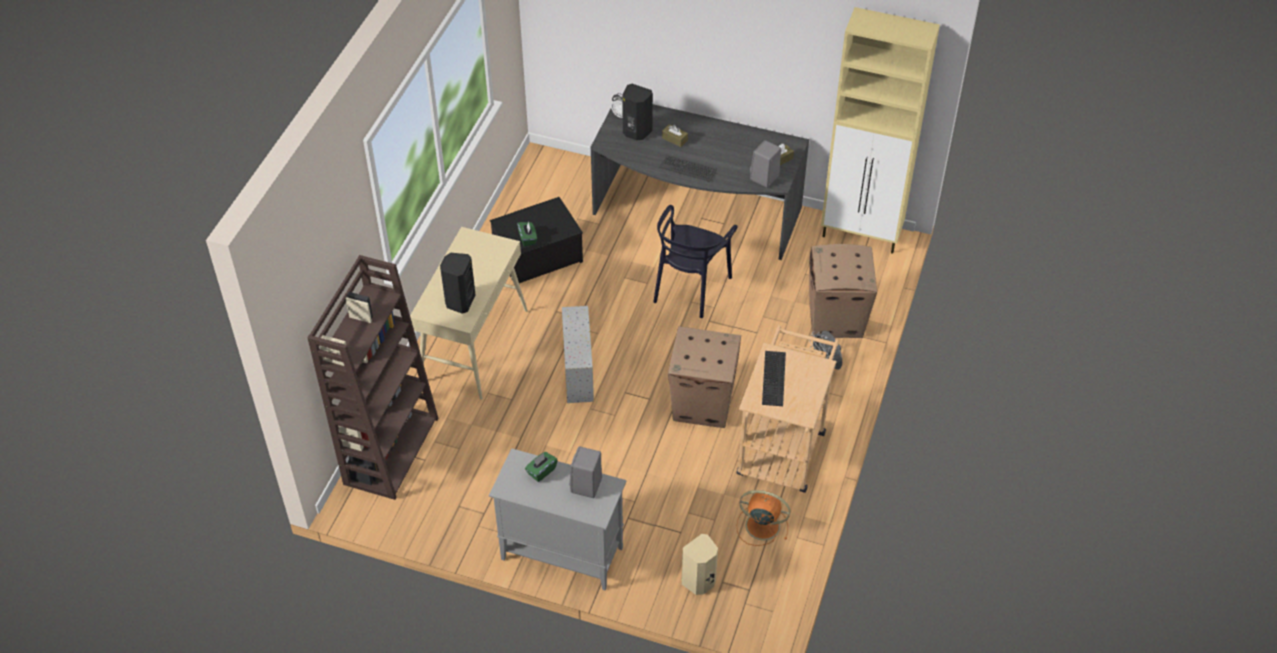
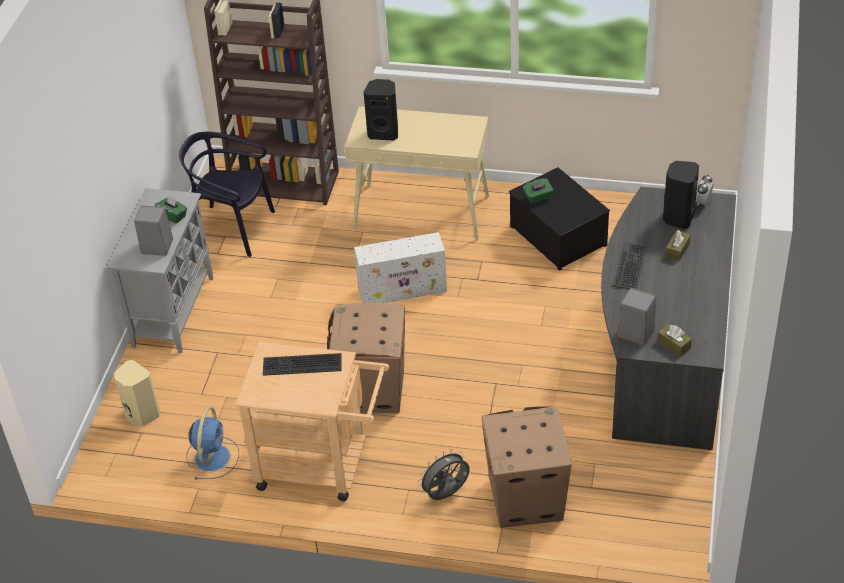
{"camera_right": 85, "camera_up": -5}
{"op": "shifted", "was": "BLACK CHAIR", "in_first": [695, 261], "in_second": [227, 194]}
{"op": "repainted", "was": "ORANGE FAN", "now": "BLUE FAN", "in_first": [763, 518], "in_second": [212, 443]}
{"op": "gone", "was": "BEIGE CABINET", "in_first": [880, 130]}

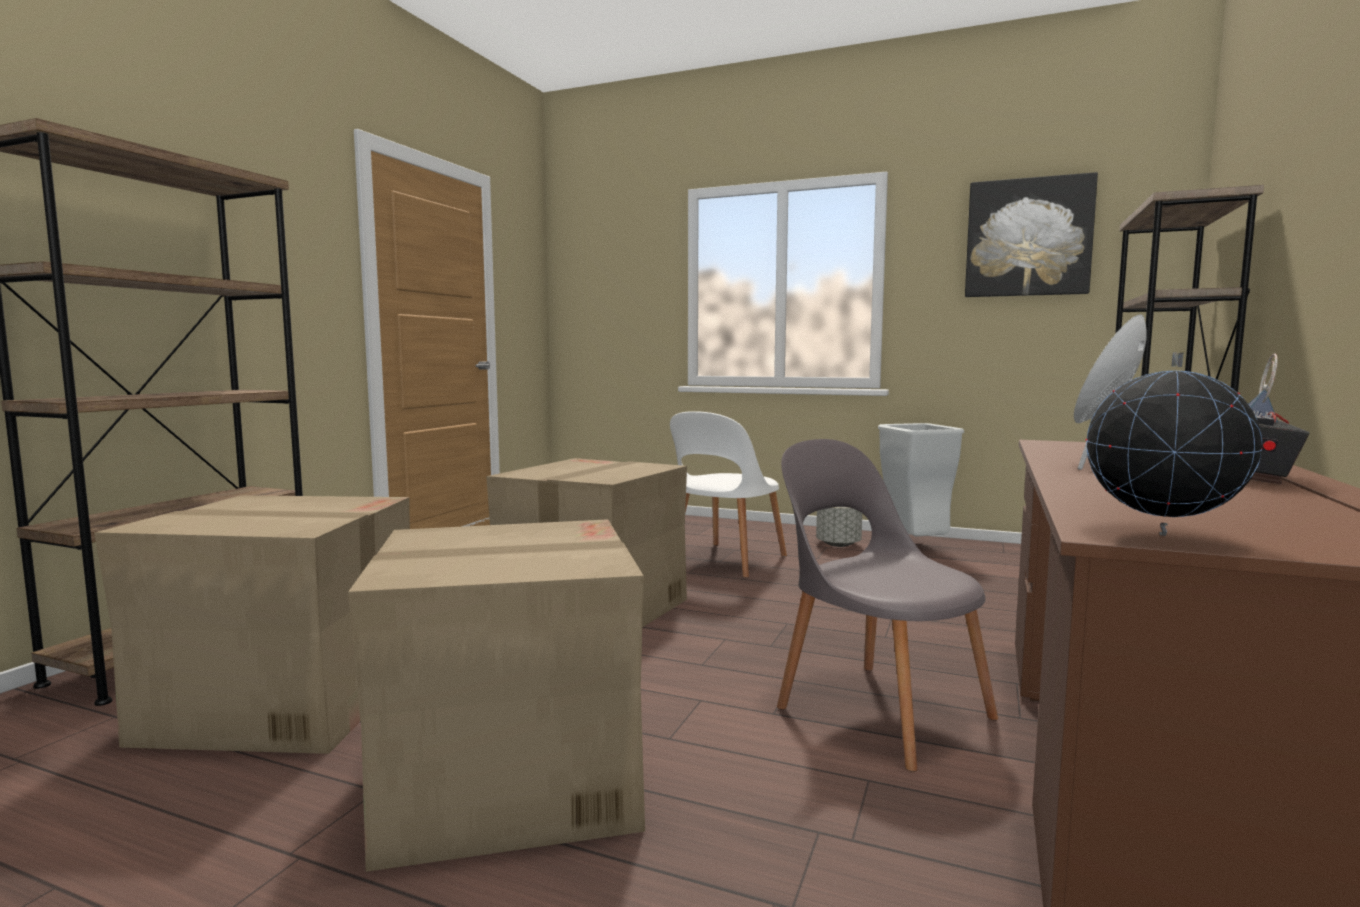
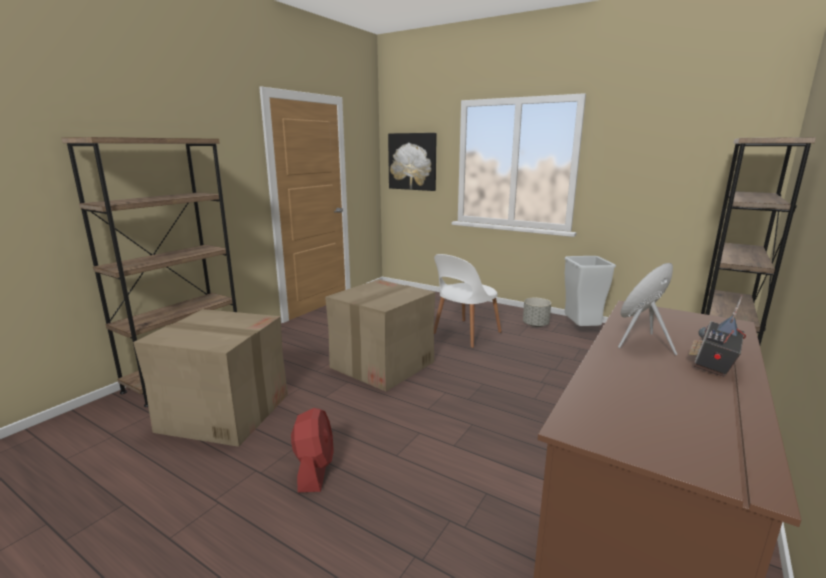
{"camera_right": 10, "camera_up": 10}
{"op": "swapped", "was": "CARDBOARD BOX", "now": "RED FAN", "in_first": [496, 695], "in_second": [312, 450]}
{"op": "gone", "was": "GREY CHAIR", "in_first": [887, 605]}
{"op": "shifted", "was": "PICTURE", "in_first": [1031, 234], "in_second": [412, 162]}
{"op": "gone", "was": "GLOBE", "in_first": [1174, 444]}

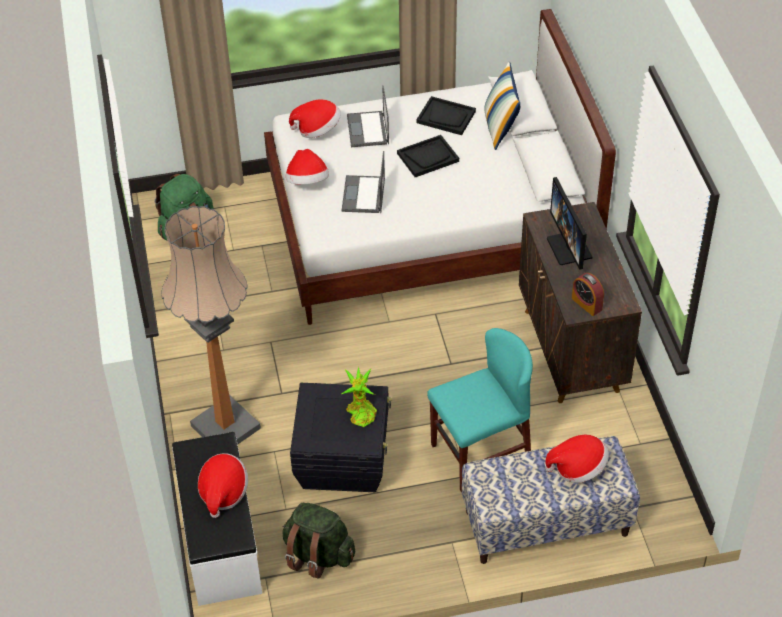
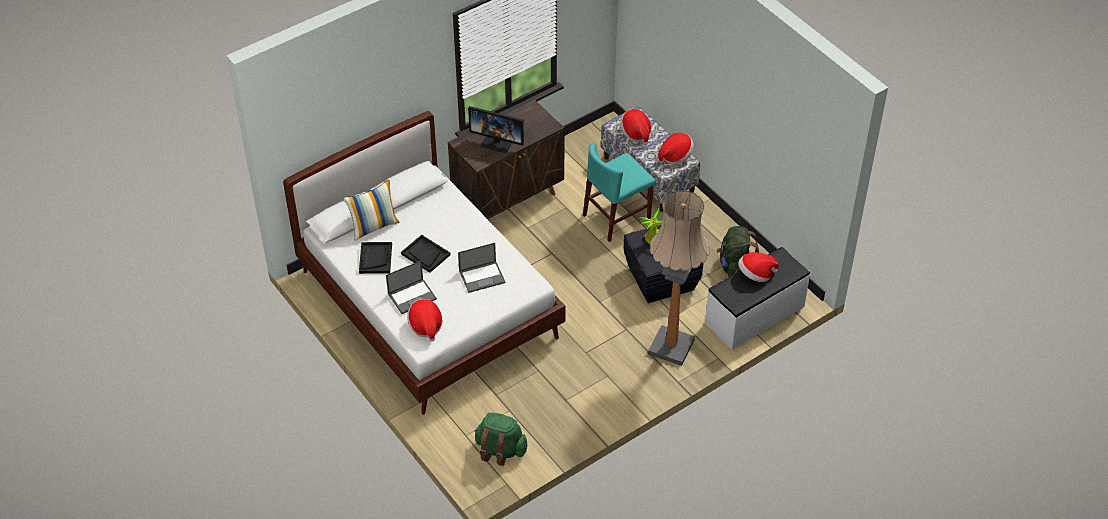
{"camera_right": -115, "camera_up": 0}
{"op": "shifted", "was": "HAT", "in_first": [307, 167], "in_second": [676, 149]}
{"op": "rotated", "was": "TURQUOISE CHAIR", "in_first": [480, 410], "in_second": [619, 192], "clockwise": -75}
{"op": "rotated", "was": "MONITOR", "in_first": [570, 223], "in_second": [496, 129], "clockwise": 60}
{"op": "gone", "was": "ALARM CLOCK", "in_first": [588, 294]}

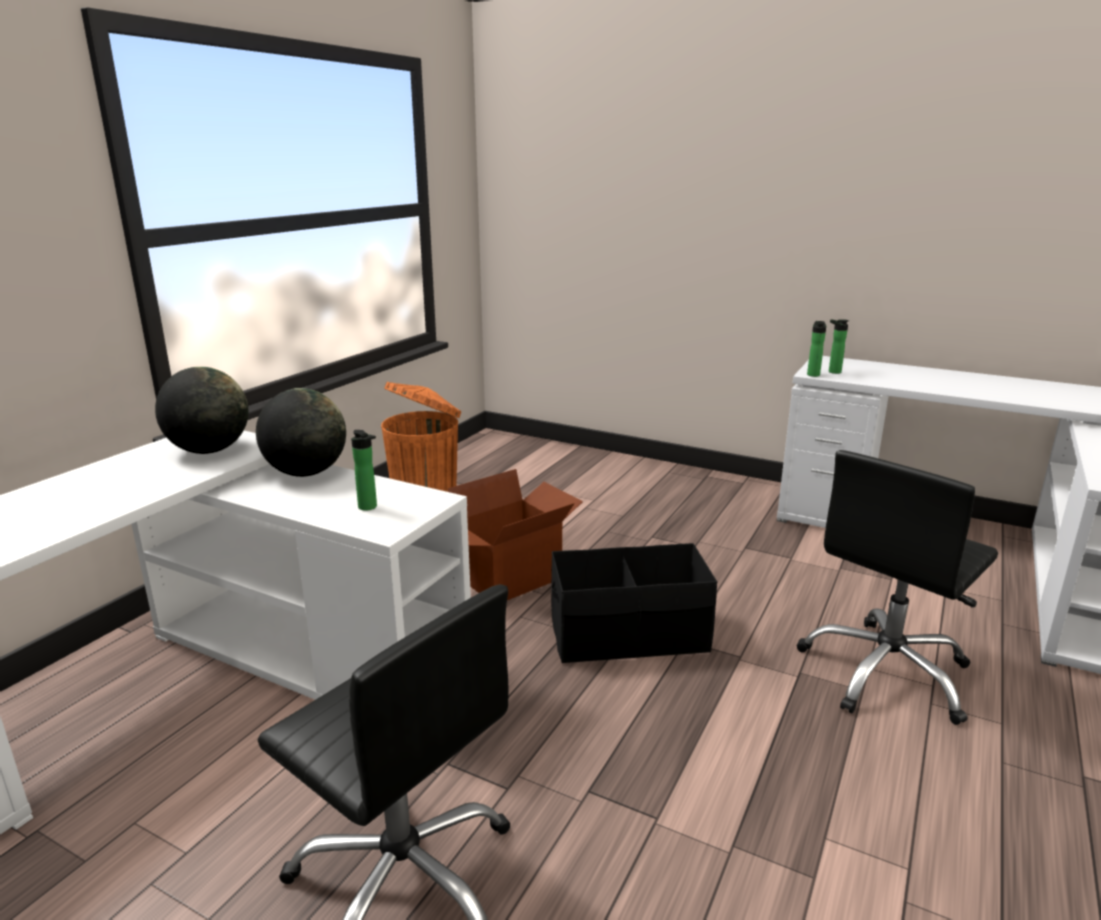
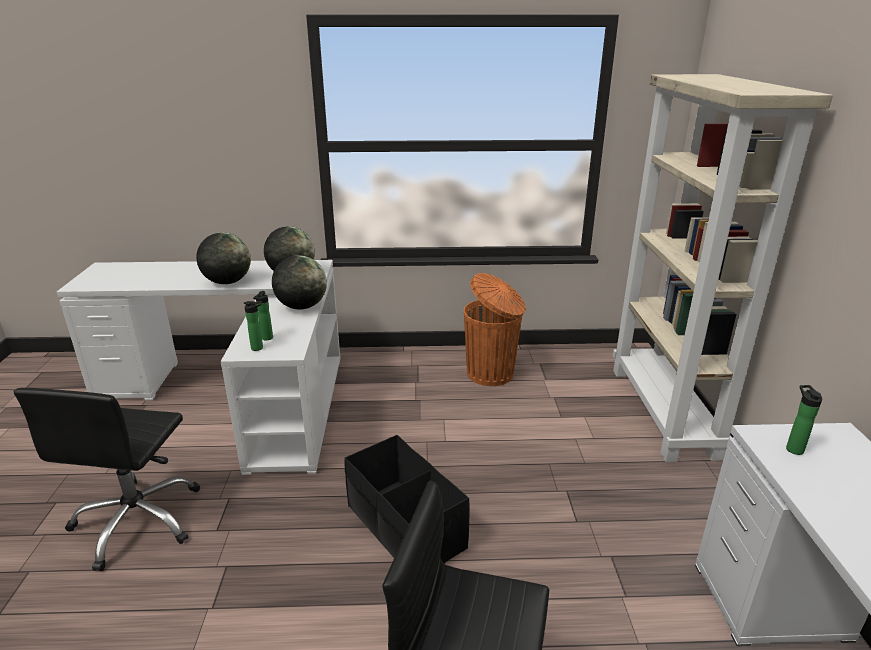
{"camera_right": 60, "camera_up": 5}
{"op": "gone", "was": "CARDBOARD BOX", "in_first": [515, 534]}
{"op": "shifted", "was": "BOTTLE", "in_first": [816, 349], "in_second": [253, 326]}
{"op": "new", "now": "GLOBE", "in_second": [223, 258]}
{"op": "new", "now": "BEIGE BOOKCASE", "in_second": [723, 268]}

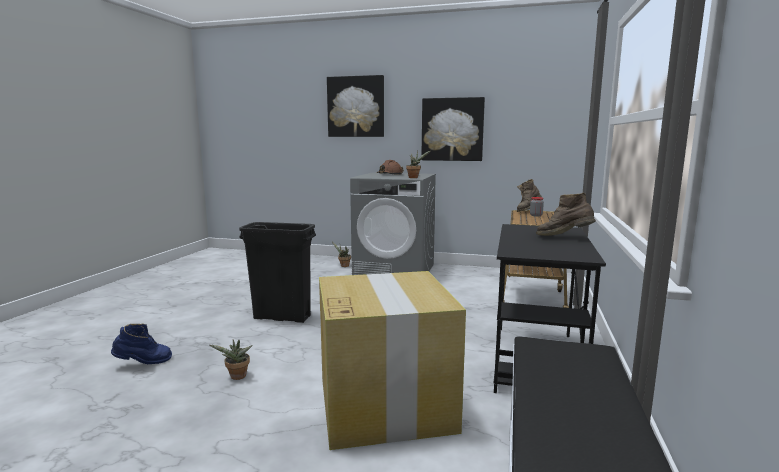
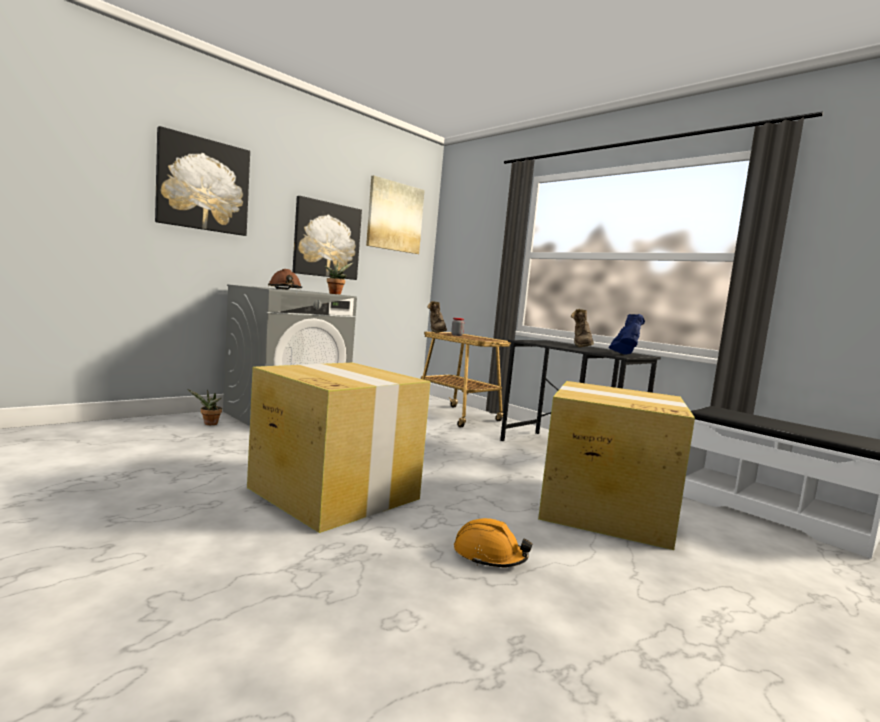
{"camera_right": -60, "camera_up": -5}
{"op": "shifted", "was": "BLUE BOOT", "in_first": [141, 344], "in_second": [627, 334]}
{"op": "swapped", "was": "POTTED PLANT", "now": "ORANGE HARD HAT", "in_first": [231, 360], "in_second": [493, 542]}
{"op": "swapped", "was": "BLACK TRASH CAN", "now": "CARDBOARD BOX", "in_first": [277, 272], "in_second": [339, 448]}
{"op": "rotated", "was": "BROWN BOOT", "in_first": [566, 214], "in_second": [582, 328], "clockwise": -45}
{"op": "new", "now": "PICTURE", "in_second": [395, 215]}

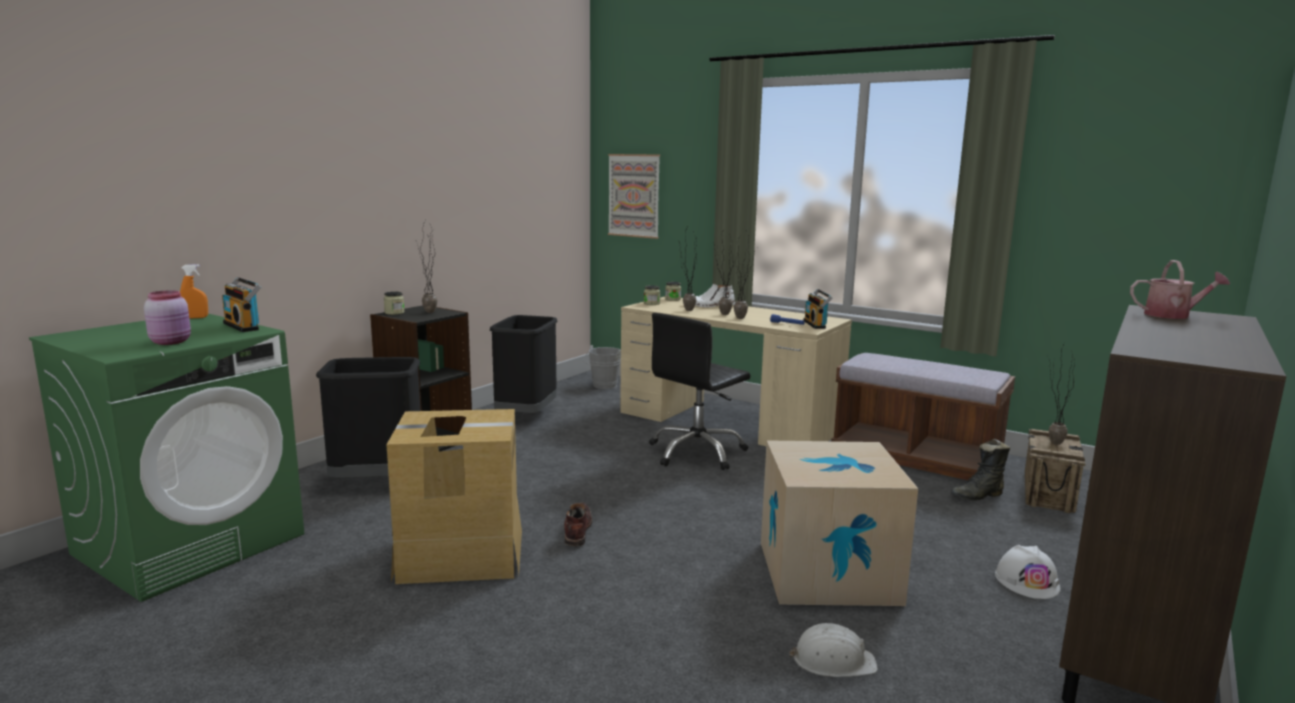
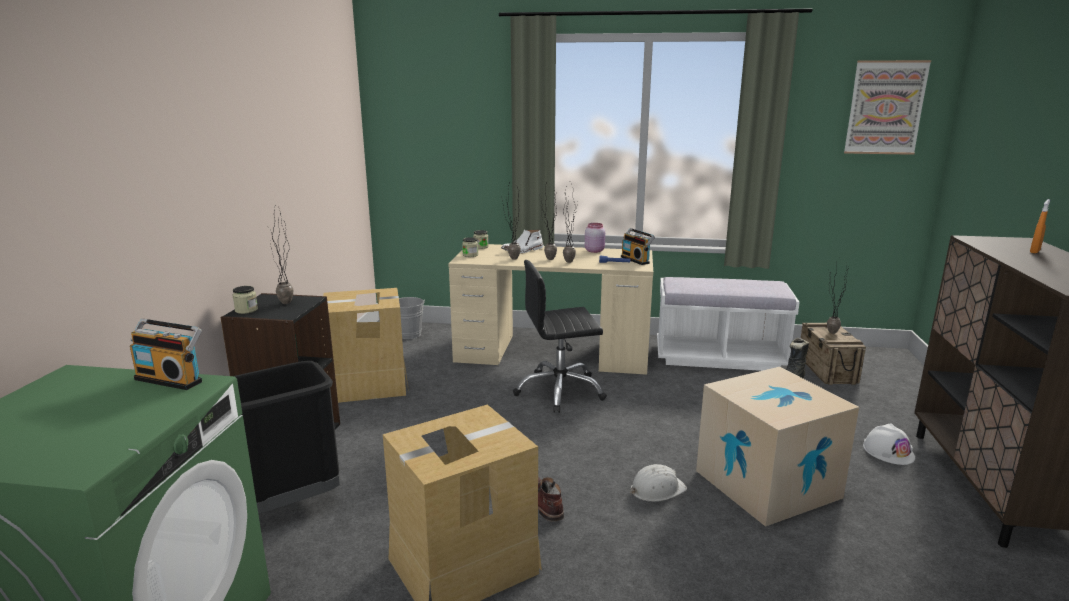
{"camera_right": -25, "camera_up": 5}
{"op": "shifted", "was": "PINK JAR", "in_first": [167, 317], "in_second": [595, 238]}
{"op": "shifted", "was": "ORANGE SPRAY BOTTLE", "in_first": [194, 291], "in_second": [1040, 226]}
{"op": "swapped", "was": "BLACK TRASH CAN", "now": "CARDBOARD BOX", "in_first": [524, 364], "in_second": [366, 345]}
{"op": "shifted", "was": "PICTURE", "in_first": [634, 196], "in_second": [887, 107]}
{"op": "rotated", "was": "BLACK OFFICE CHAIR", "in_first": [700, 391], "in_second": [560, 336], "clockwise": 60}
{"op": "shifted", "was": "WHITE HARD HAT", "in_first": [833, 650], "in_second": [658, 483]}
{"op": "repainted", "was": "BROWN BENCH", "now": "WHITE BENCH", "in_first": [923, 416], "in_second": [728, 324]}
{"op": "gone", "was": "WATERING CAN", "in_first": [1180, 289]}

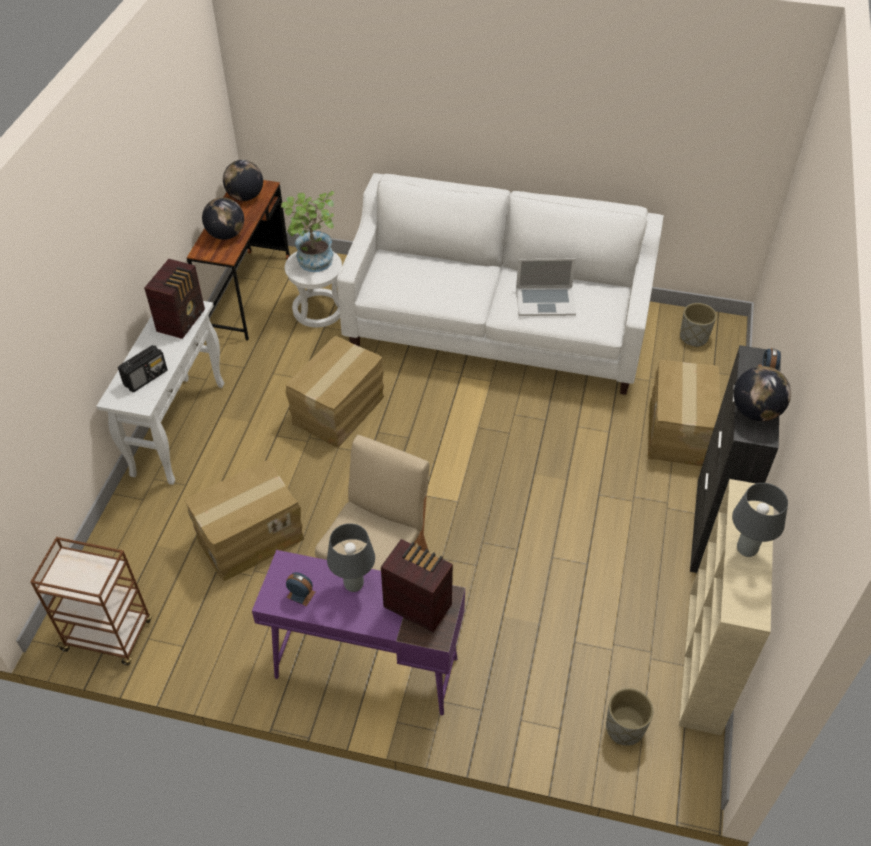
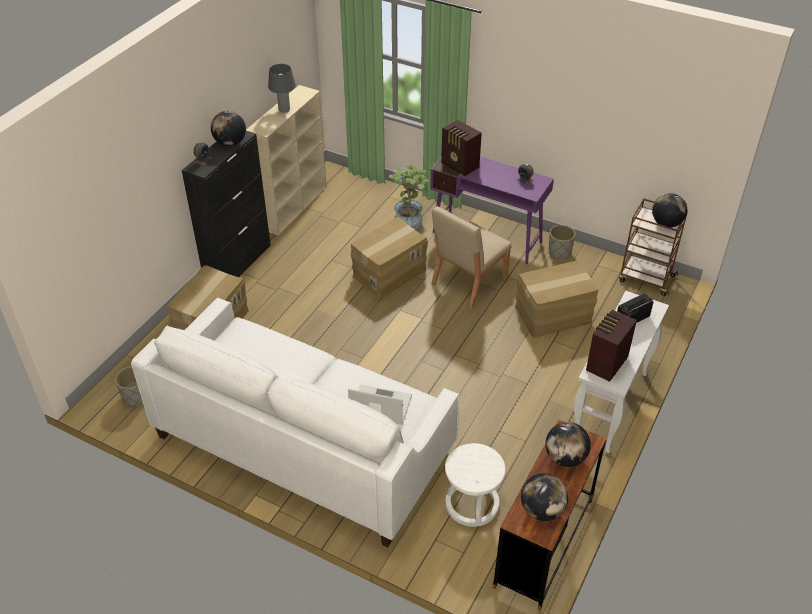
{"camera_right": -165, "camera_up": -5}
{"op": "shifted", "was": "POTTED PLANT", "in_first": [307, 231], "in_second": [409, 196]}
{"op": "shifted", "was": "CARDBOARD BOX", "in_first": [334, 392], "in_second": [389, 257]}
{"op": "gone", "was": "GREY TABLE LAMP", "in_first": [351, 557]}
{"op": "shifted", "was": "LAPTOP", "in_first": [546, 287], "in_second": [380, 404]}
{"op": "shifted", "was": "GREY PLANTER", "in_first": [629, 717], "in_second": [562, 242]}
{"op": "new", "now": "GLOBE", "in_second": [669, 210]}

